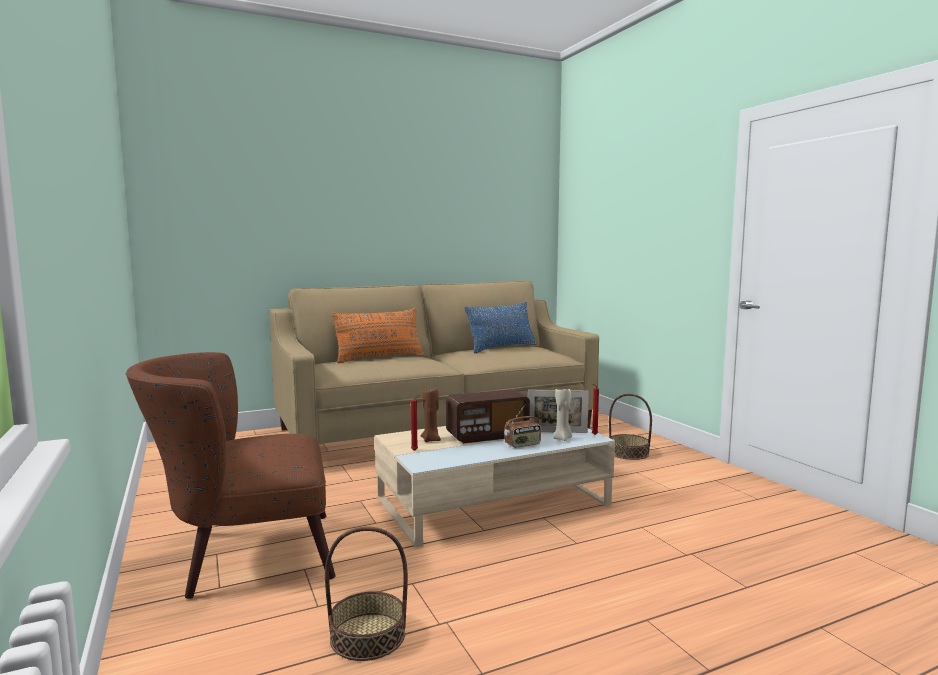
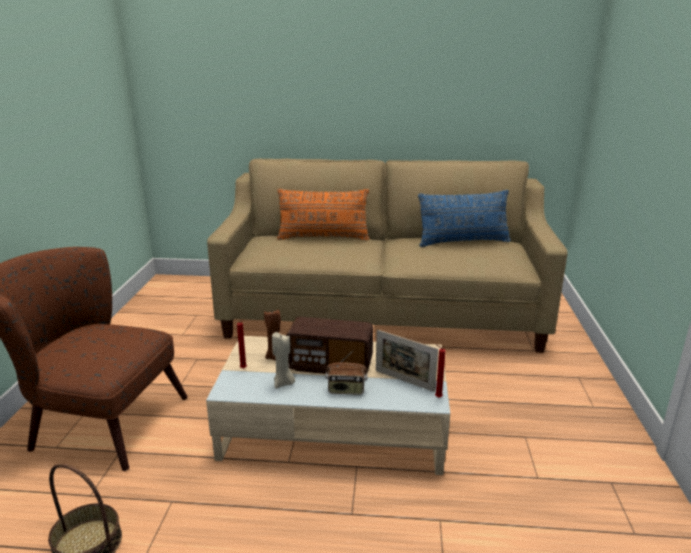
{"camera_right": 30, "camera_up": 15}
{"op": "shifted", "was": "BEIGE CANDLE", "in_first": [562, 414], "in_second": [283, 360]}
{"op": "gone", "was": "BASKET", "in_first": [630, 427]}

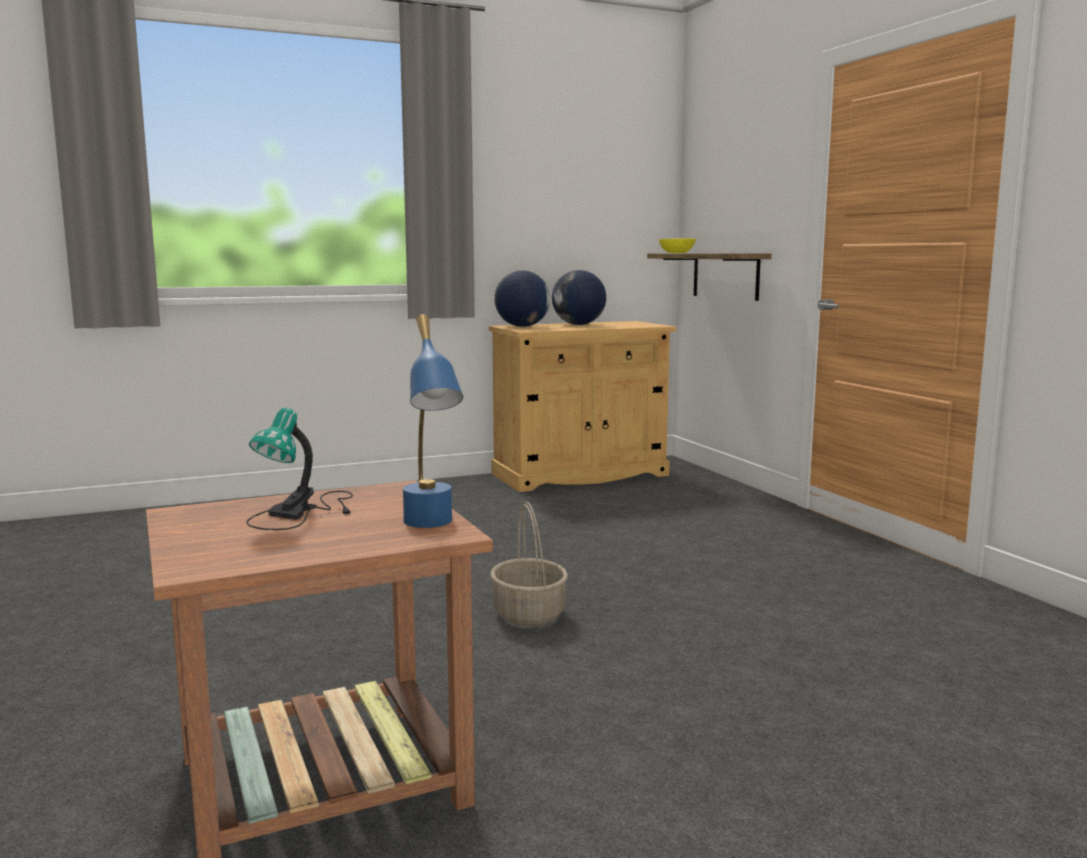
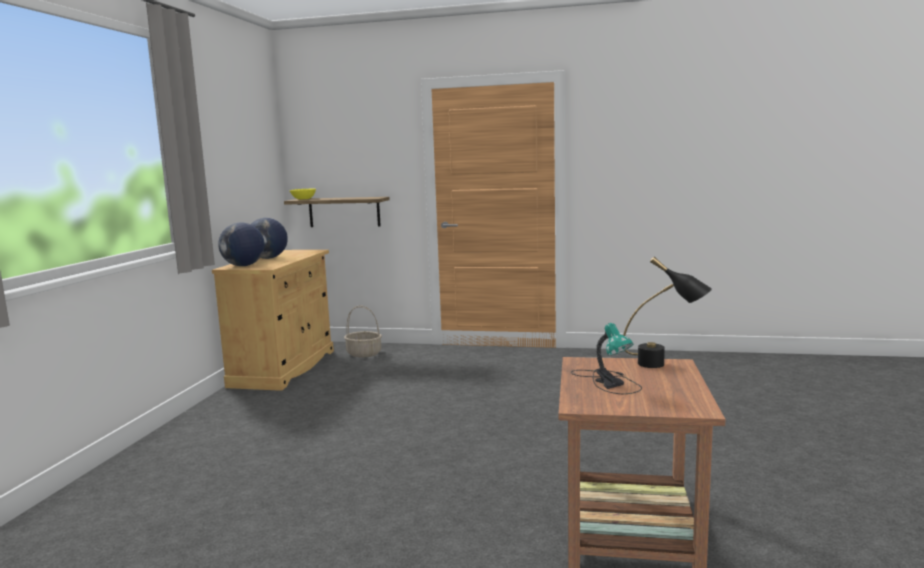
{"camera_right": -55, "camera_up": 0}
{"op": "repainted", "was": "BLUE TABLE LAMP", "now": "BLACK TABLE LAMP", "in_first": [433, 421], "in_second": [667, 312]}
{"op": "shifted", "was": "BASKET", "in_first": [529, 564], "in_second": [363, 331]}

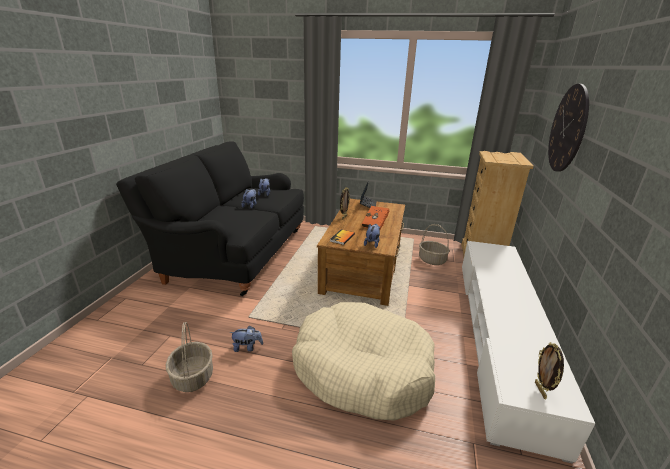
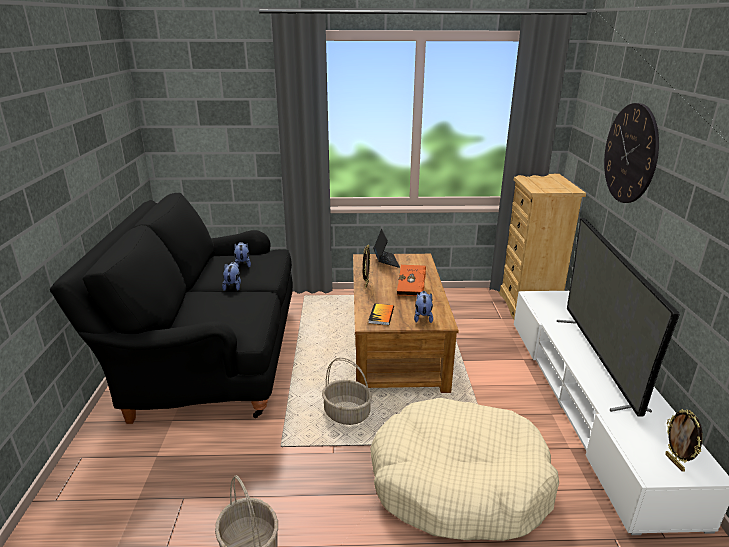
{"camera_right": -15, "camera_up": 0}
{"op": "gone", "was": "PLUSH TOY", "in_first": [246, 338]}
{"op": "shifted", "was": "BASKET", "in_first": [434, 244], "in_second": [347, 391]}
{"op": "new", "now": "TELEVISION", "in_second": [618, 317]}

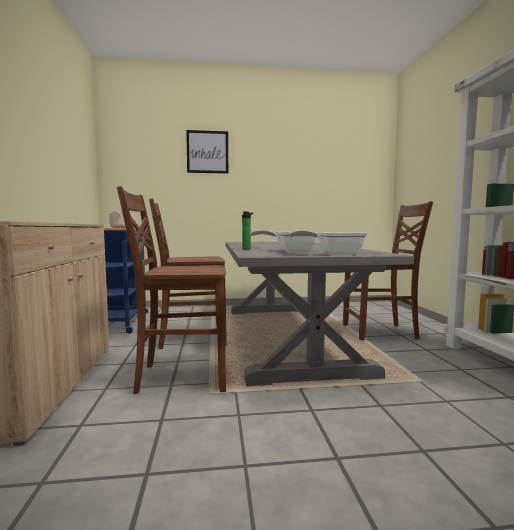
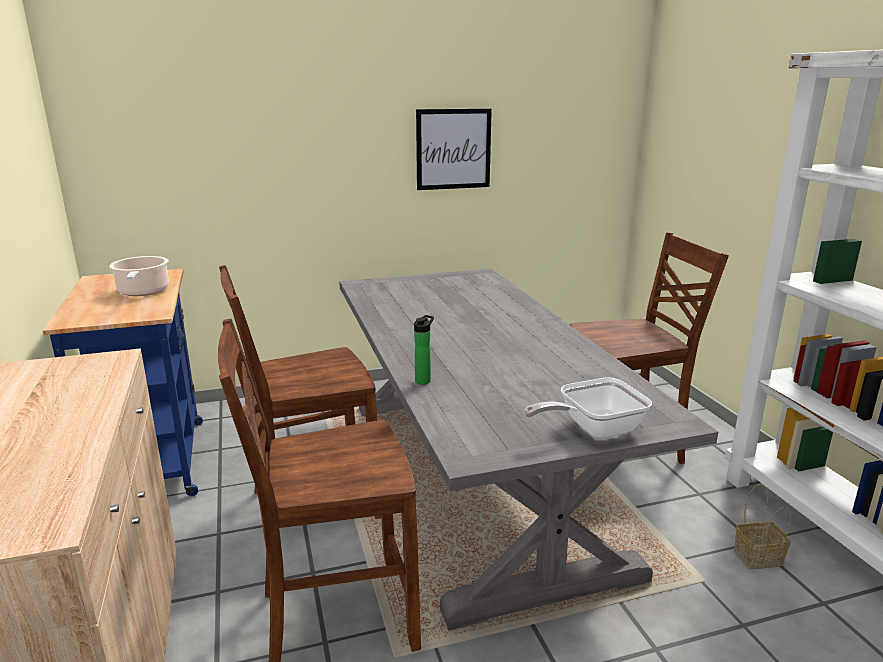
{"camera_right": -10, "camera_up": 15}
{"op": "shifted", "was": "PICTURE", "in_first": [207, 152], "in_second": [454, 149]}
{"op": "gone", "was": "FRYING PAN", "in_first": [283, 241]}
{"op": "new", "now": "BASKET", "in_second": [763, 526]}

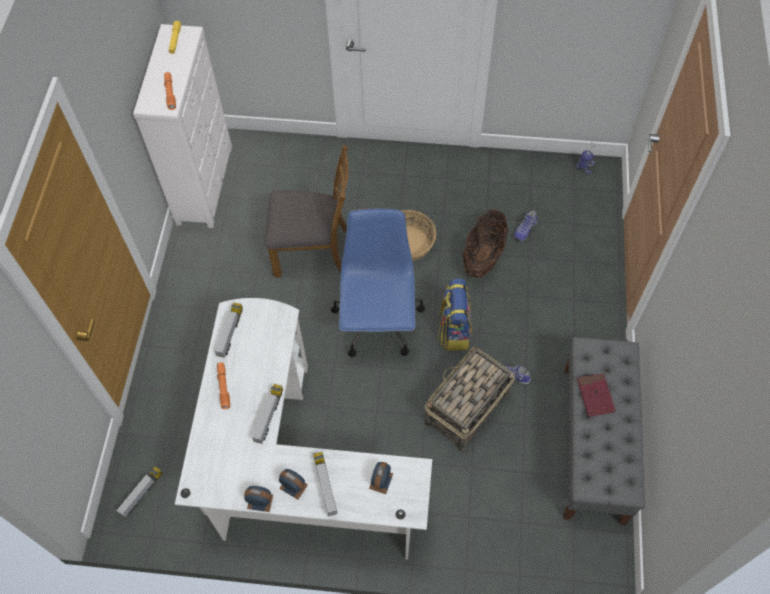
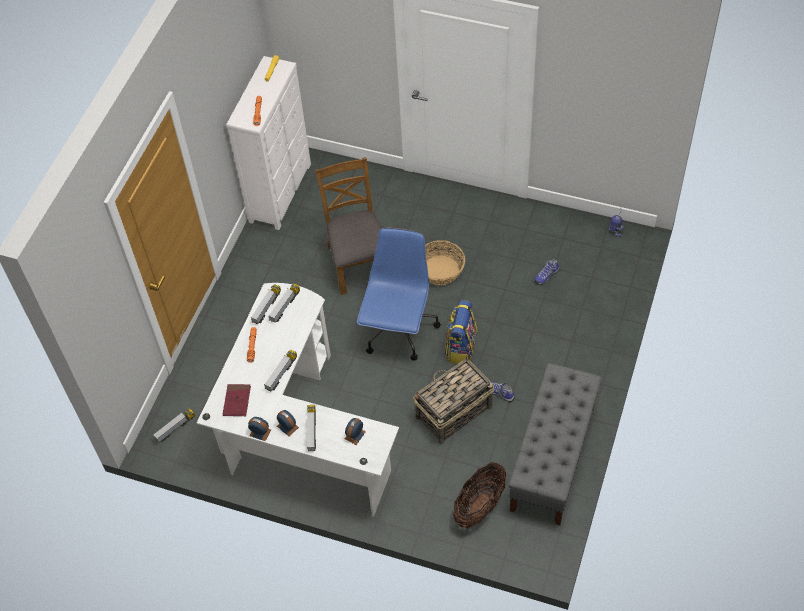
{"camera_right": 15, "camera_up": -5}
{"op": "rotated", "was": "BROWN CHAIR", "in_first": [307, 211], "in_second": [348, 226], "clockwise": -120}
{"op": "shifted", "was": "BASKET", "in_first": [485, 243], "in_second": [479, 495]}
{"op": "shifted", "was": "RED BOOK", "in_first": [596, 395], "in_second": [237, 400]}
{"op": "new", "now": "TOY TRUCK", "in_second": [284, 303]}

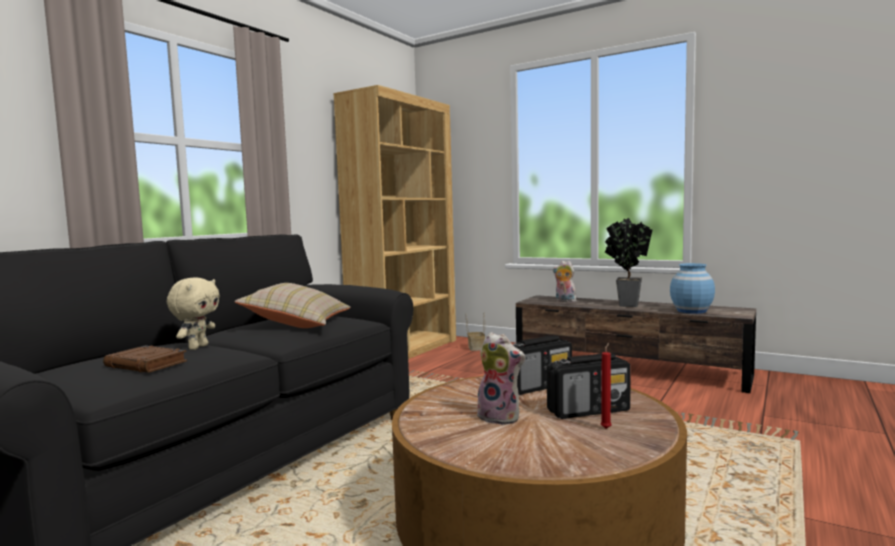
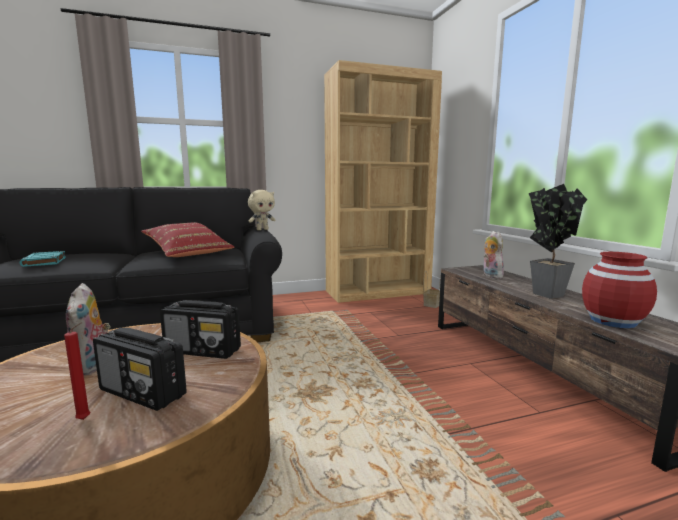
{"camera_right": 40, "camera_up": 5}
{"op": "repainted", "was": "BROWN BOOK", "now": "TURQUOISE BOOK", "in_first": [145, 359], "in_second": [43, 259]}
{"op": "shifted", "was": "BEIGE PLUSH TOY", "in_first": [193, 314], "in_second": [261, 210]}
{"op": "repainted", "was": "BEIGE PILLOW", "now": "RED PILLOW", "in_first": [292, 305], "in_second": [187, 240]}
{"op": "repainted", "was": "BLUE VASE", "now": "RED VASE", "in_first": [692, 288], "in_second": [619, 290]}

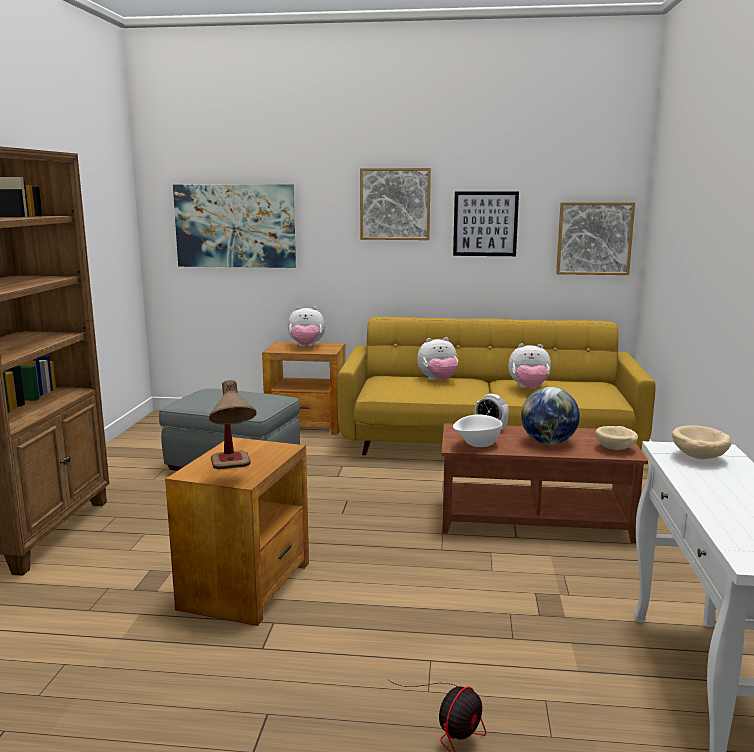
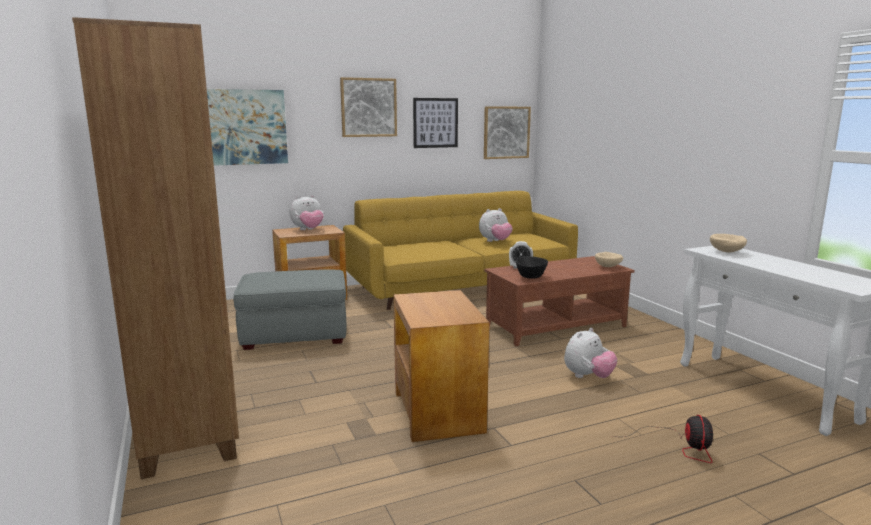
{"camera_right": -30, "camera_up": 0}
{"op": "gone", "was": "TABLE LAMP", "in_first": [233, 424]}
{"op": "shifted", "was": "PLUSH TOY", "in_first": [437, 359], "in_second": [590, 353]}
{"op": "repainted", "was": "WHITE BOWL", "now": "BLACK BOWL", "in_first": [477, 430], "in_second": [532, 267]}
{"op": "gone", "was": "GLOBE", "in_first": [550, 416]}

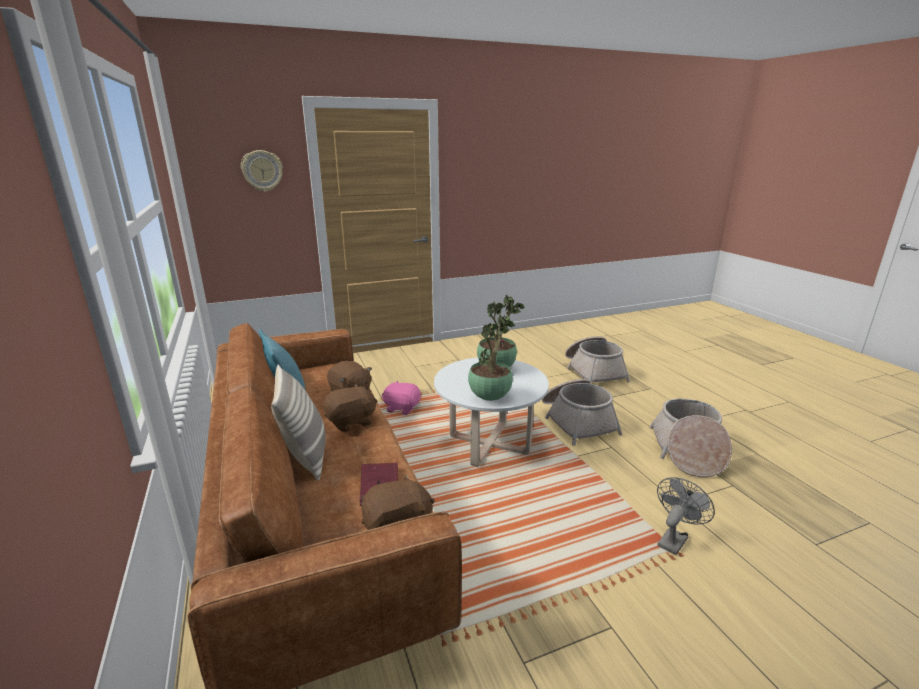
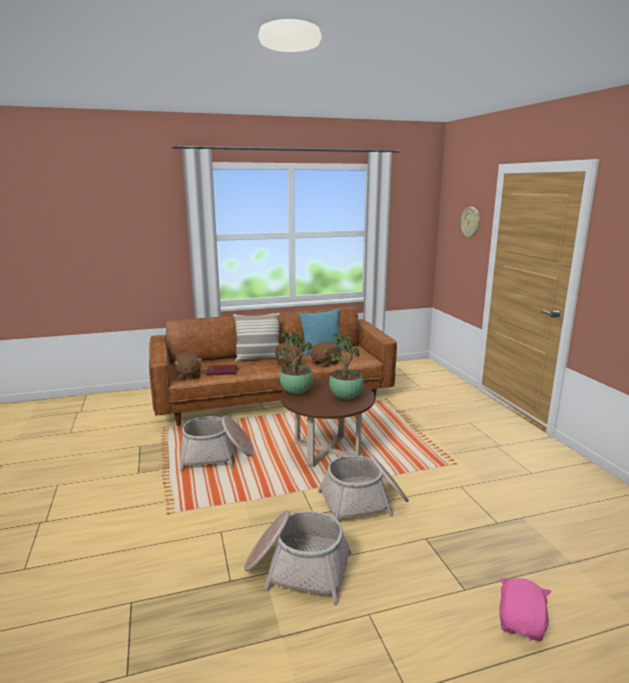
{"camera_right": 95, "camera_up": -5}
{"op": "shifted", "was": "PINK PLUSH TOY", "in_first": [401, 397], "in_second": [525, 609]}
{"op": "repainted", "was": "WHITE COFFEE TABLE", "now": "BROWN COFFEE TABLE", "in_first": [491, 412], "in_second": [327, 422]}
{"op": "shifted", "was": "BASKET", "in_first": [597, 359], "in_second": [216, 443]}
{"op": "gone", "was": "GREY FAN", "in_first": [686, 516]}

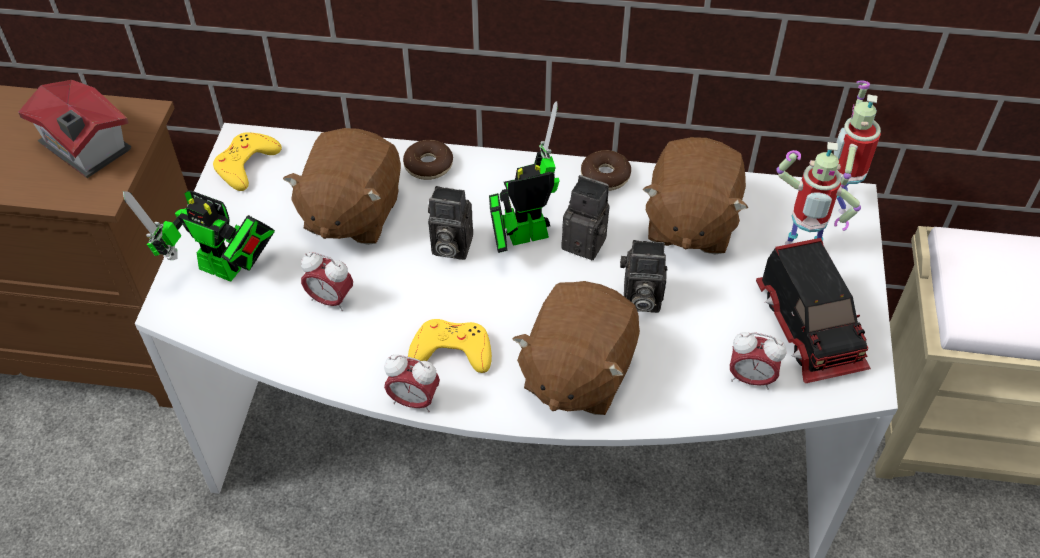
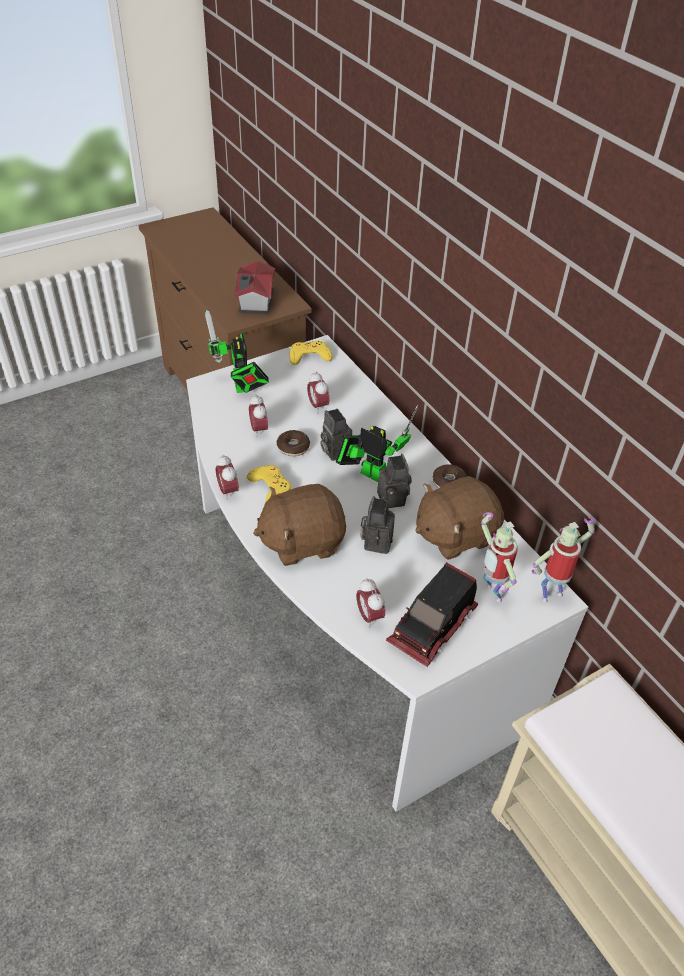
{"camera_right": 50, "camera_up": -5}
{"op": "swapped", "was": "BROWN PLUSH TOY", "now": "ALARM CLOCK", "in_first": [342, 186], "in_second": [318, 391]}
{"op": "shifted", "was": "DONUT", "in_first": [428, 160], "in_second": [293, 443]}
{"op": "rotated", "was": "PHOTO CAMERA", "in_first": [643, 276], "in_second": [377, 525], "clockwise": 45}

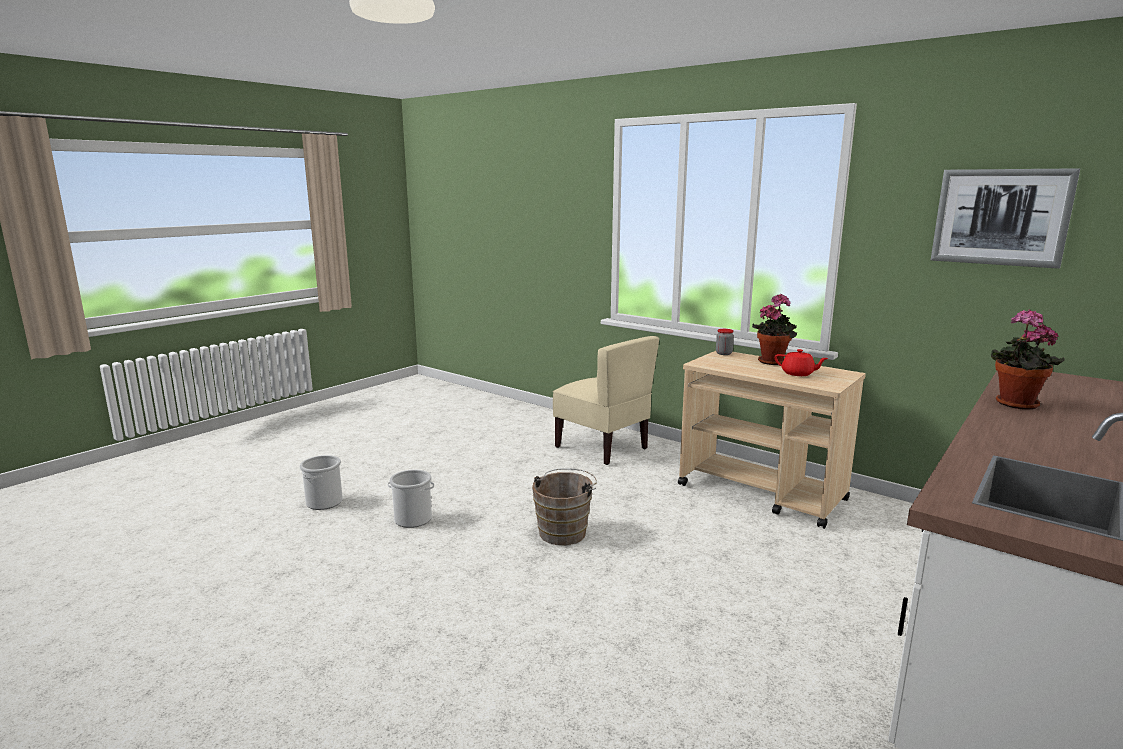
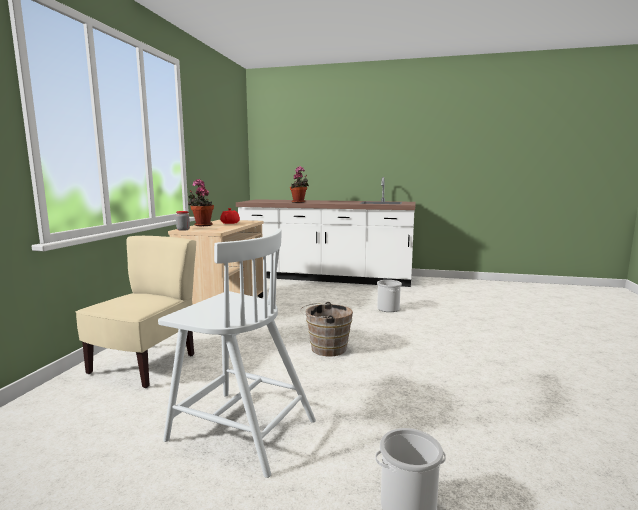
{"camera_right": -115, "camera_up": -5}
{"op": "shifted", "was": "BUCKET", "in_first": [411, 499], "in_second": [389, 296]}
{"op": "gone", "was": "PICTURE", "in_first": [1005, 218]}
{"op": "new", "now": "WHITE CHAIR", "in_second": [237, 353]}

